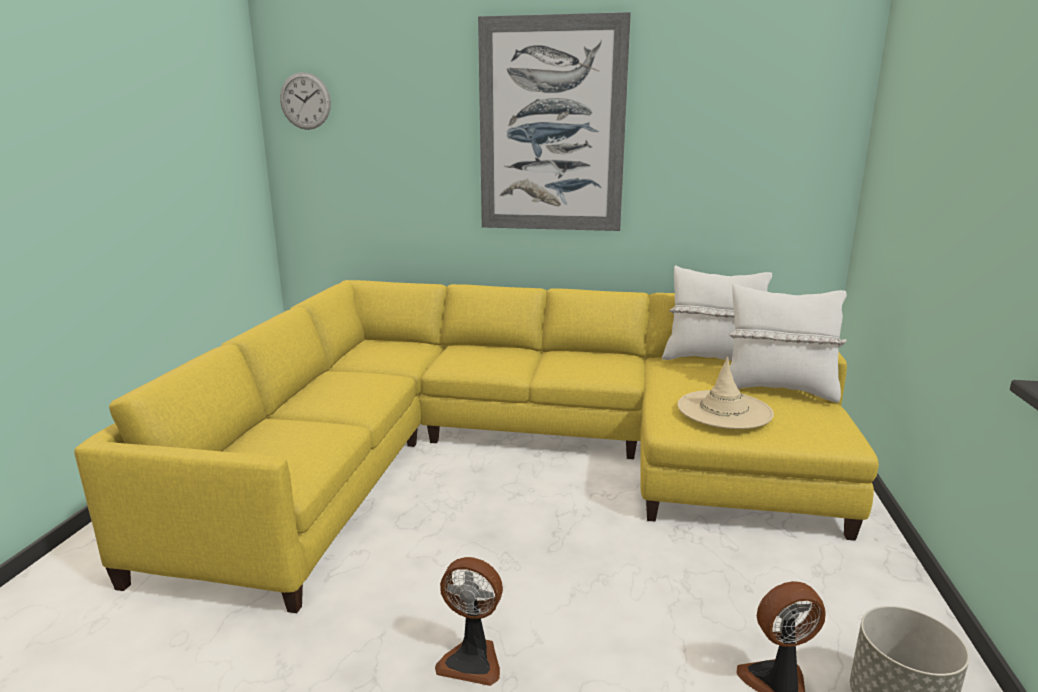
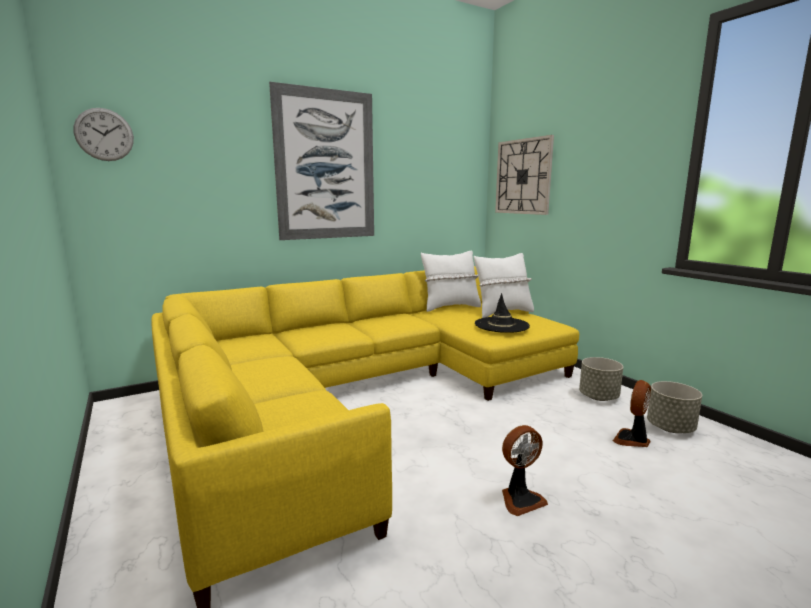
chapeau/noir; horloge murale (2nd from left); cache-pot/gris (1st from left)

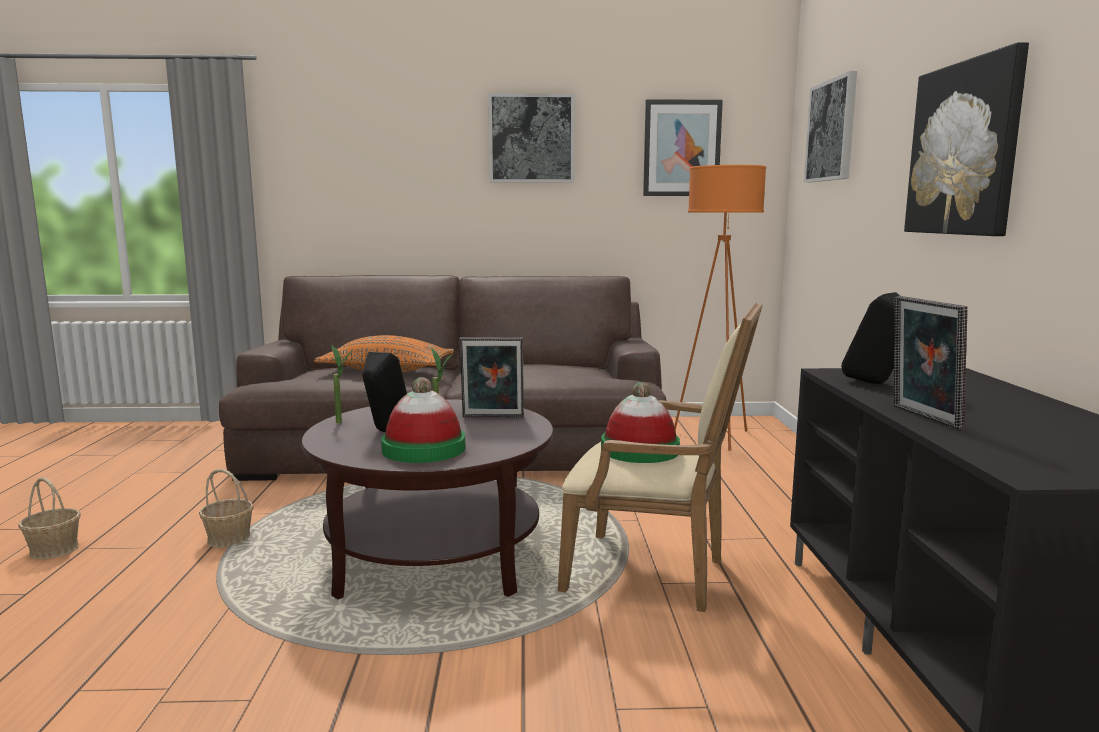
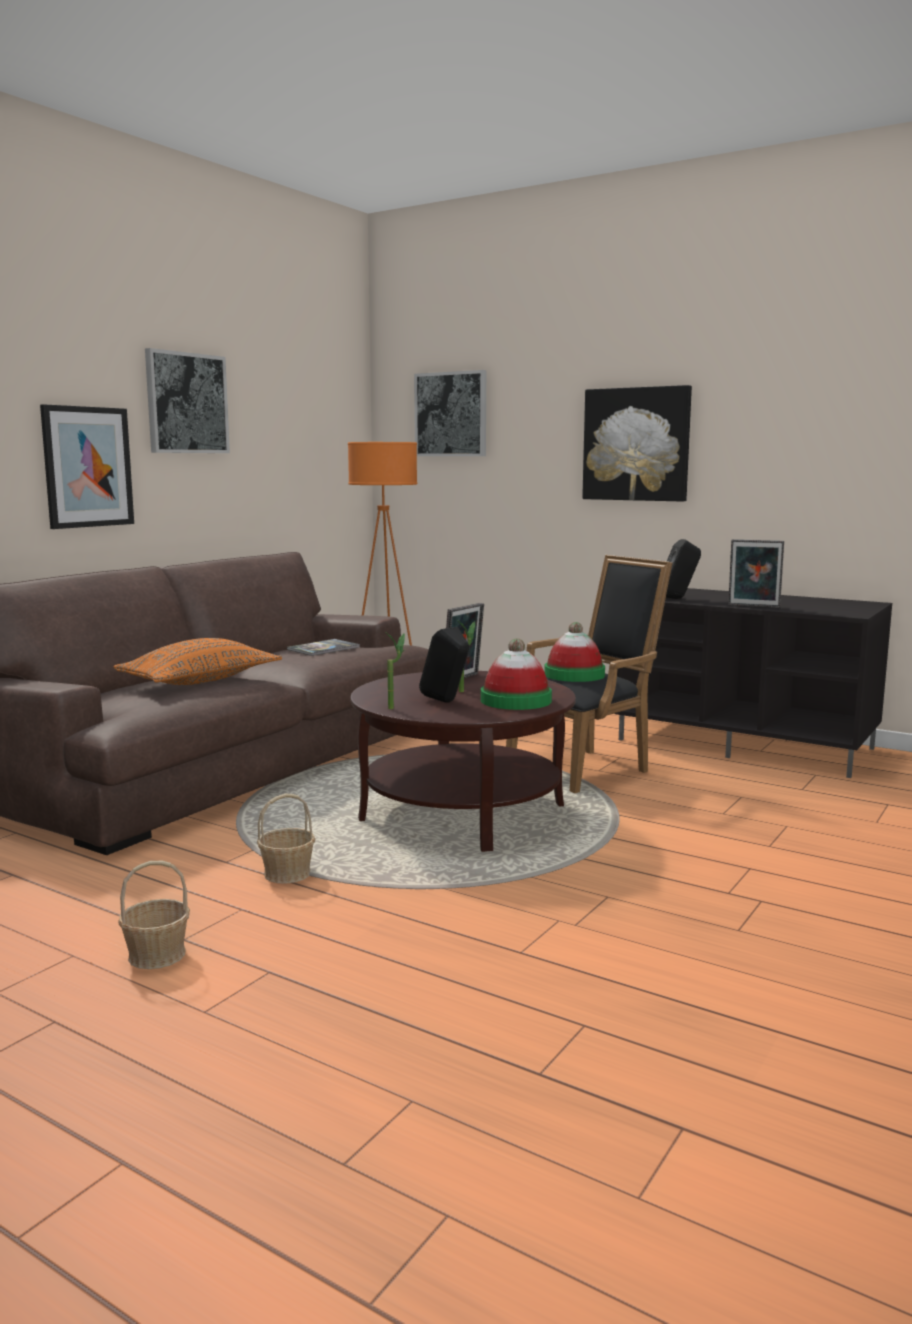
fauteuil/noir; tableau (1st from left); livre

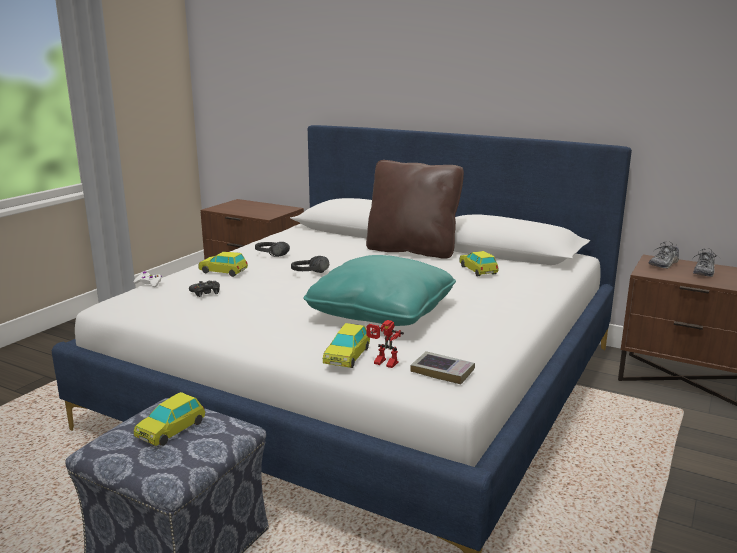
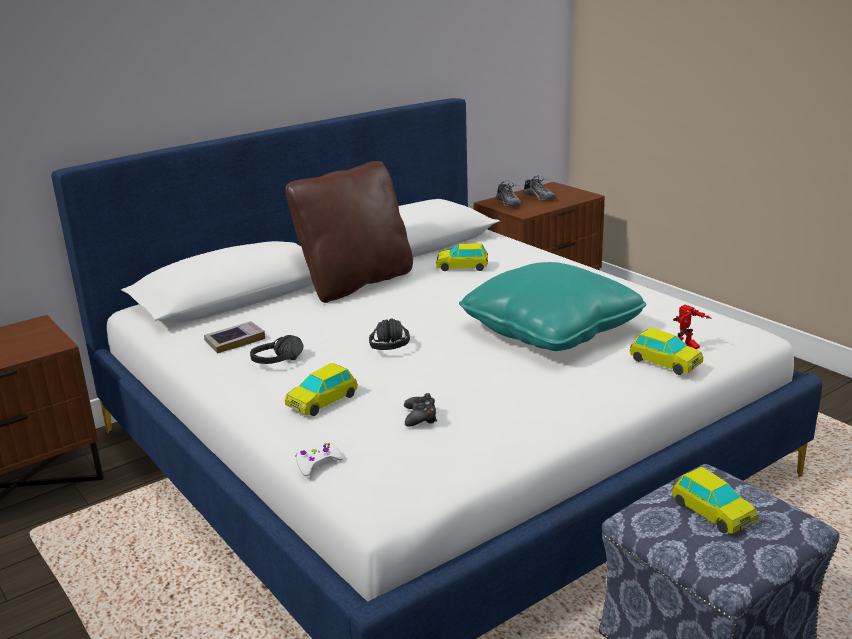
livre

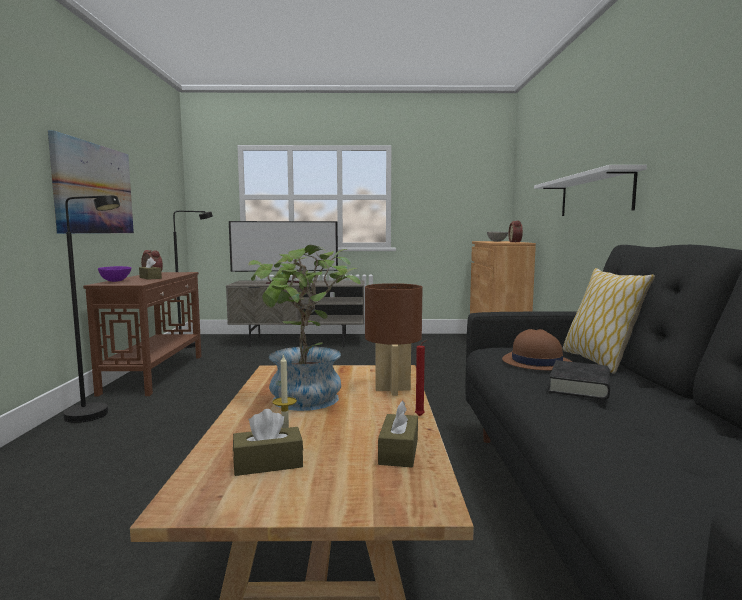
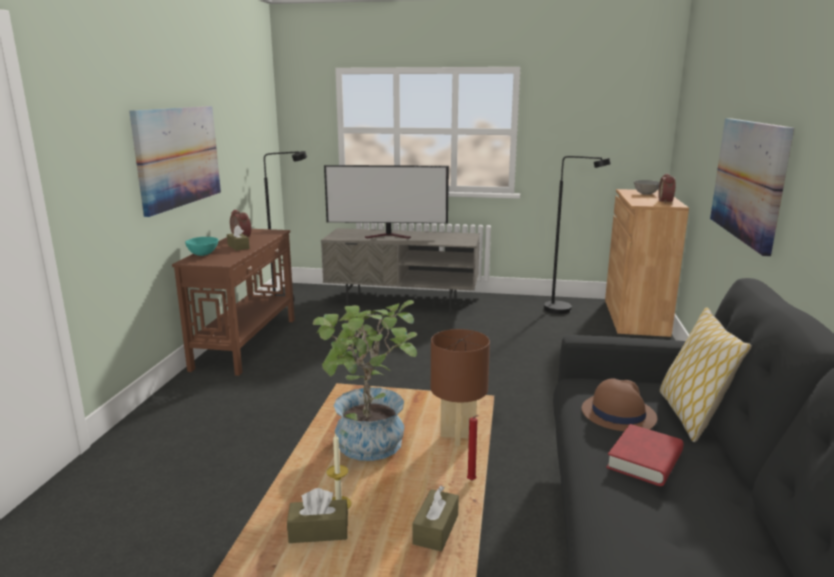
lampadaire/noir (2nd from left); bol/turquoise; tableau (2nd from left); livre/rouge

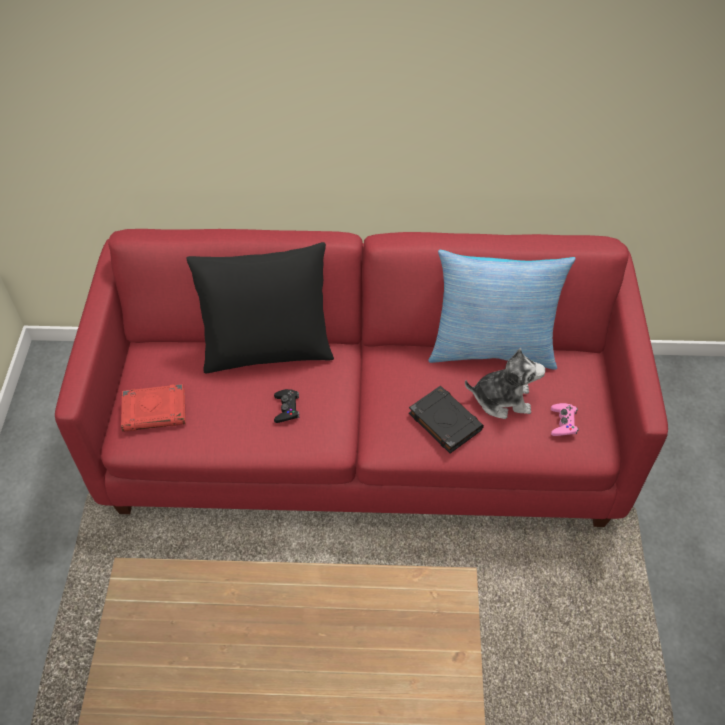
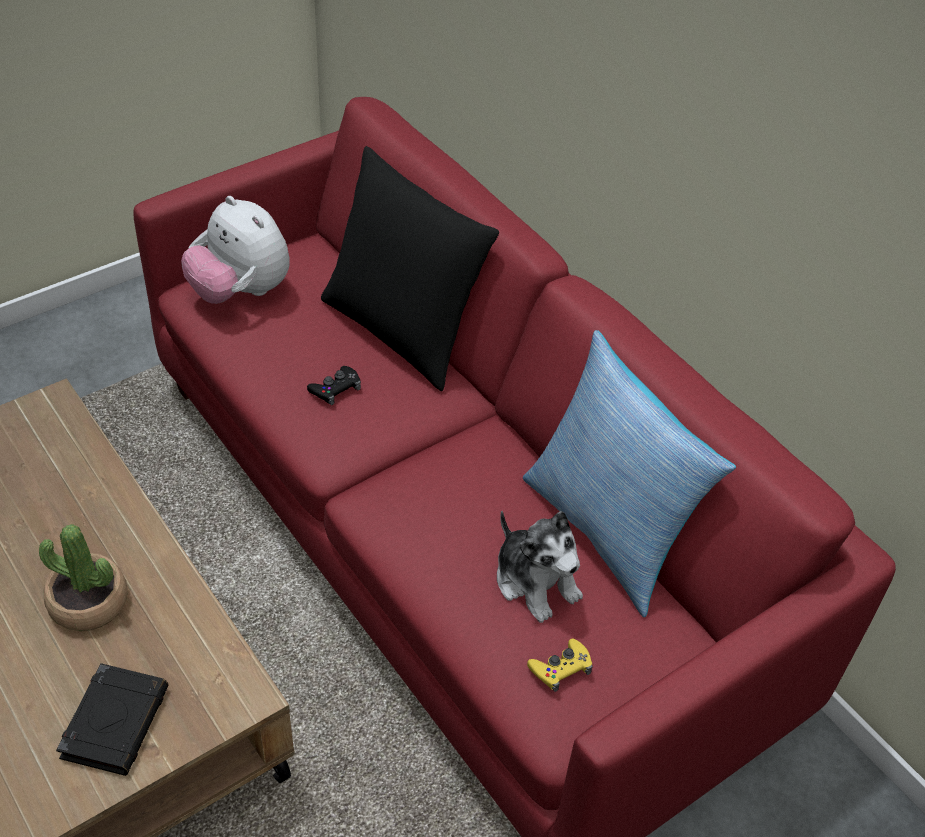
peluche (1st from left); livre/noir; manette/jaune; plante en pot

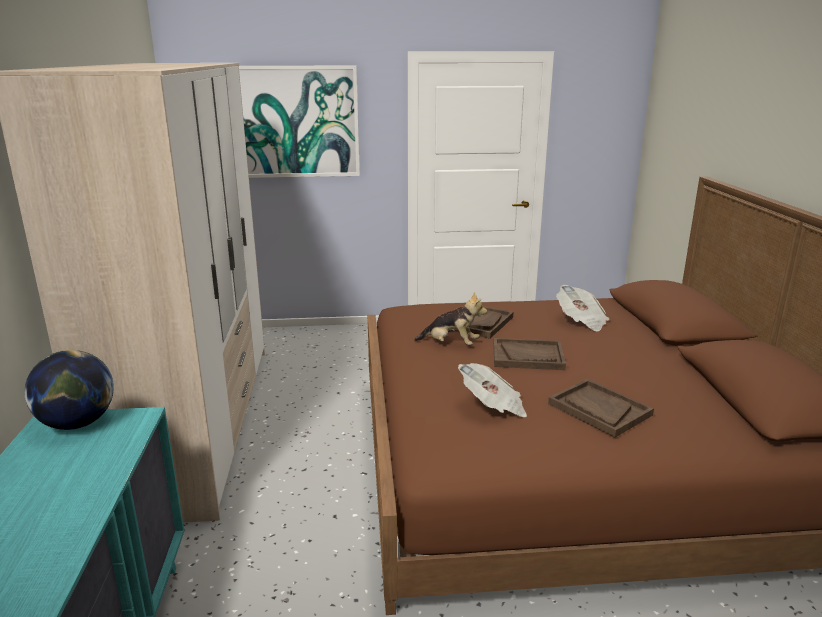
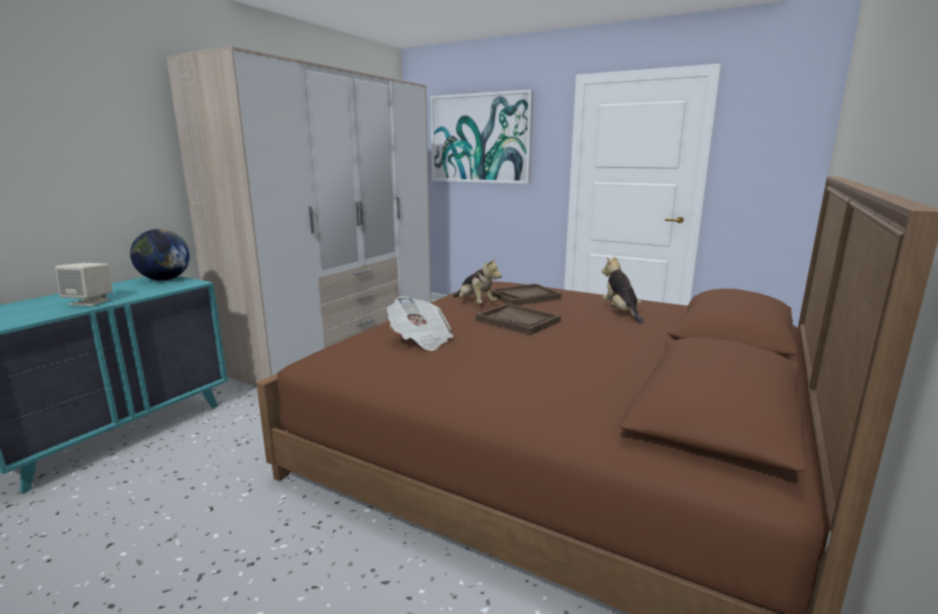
plateau/marron (3rd from left in the first image); peluche (2nd from left); enceinte/beige

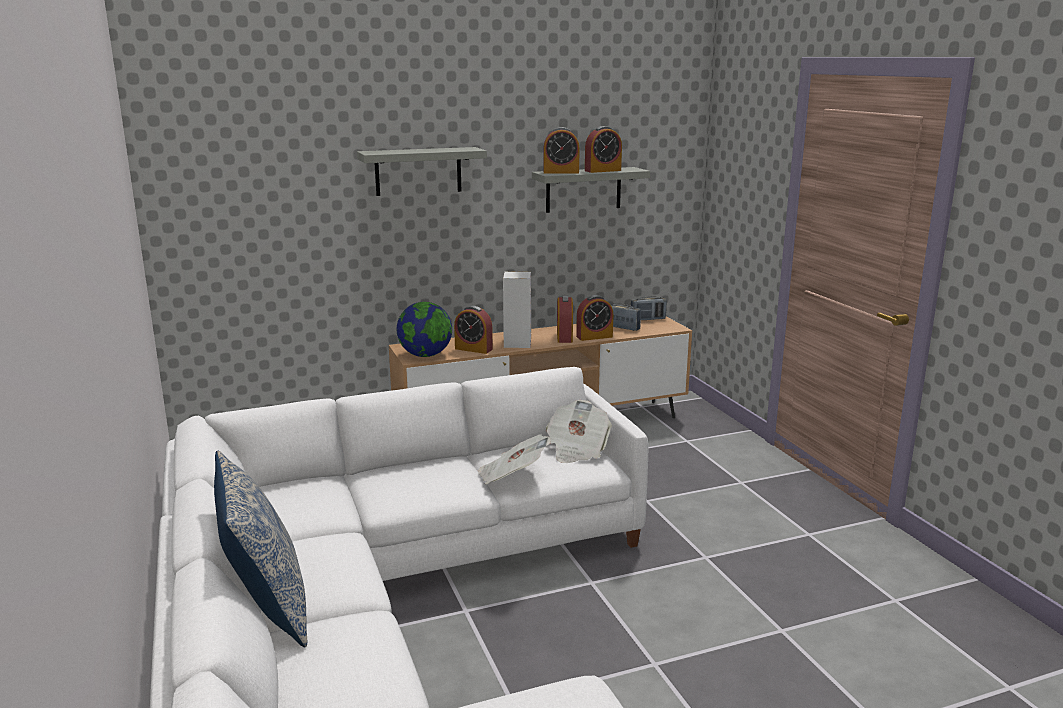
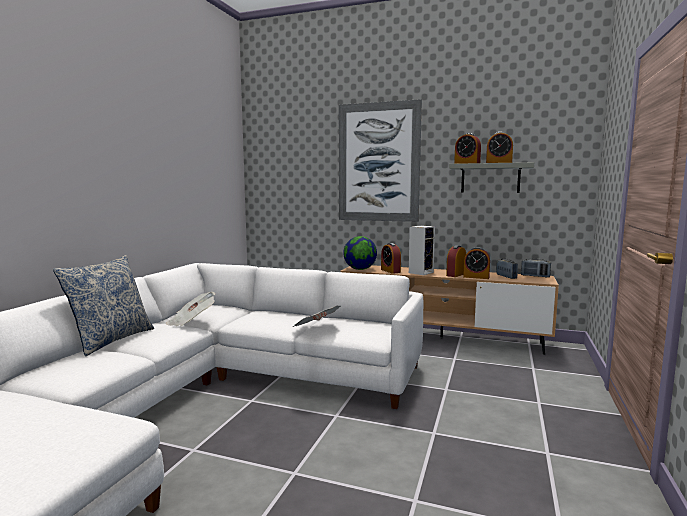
tableau; journal (1st from left)

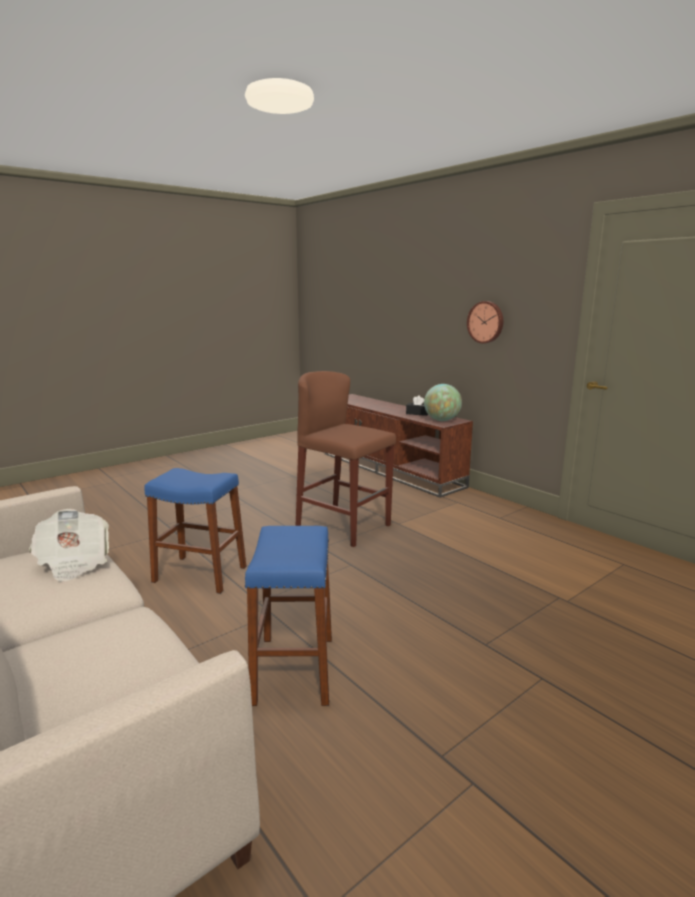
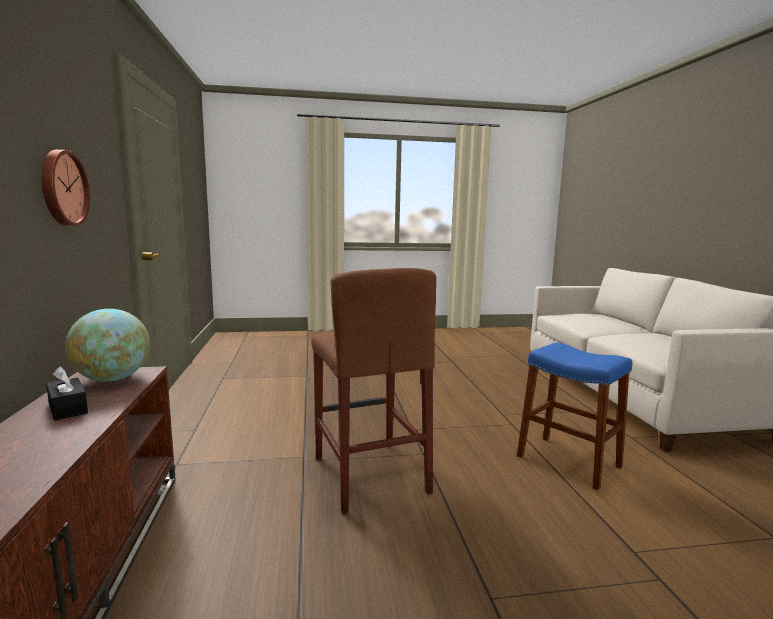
journal; tabouret/bleu (2nd from left in the first image)

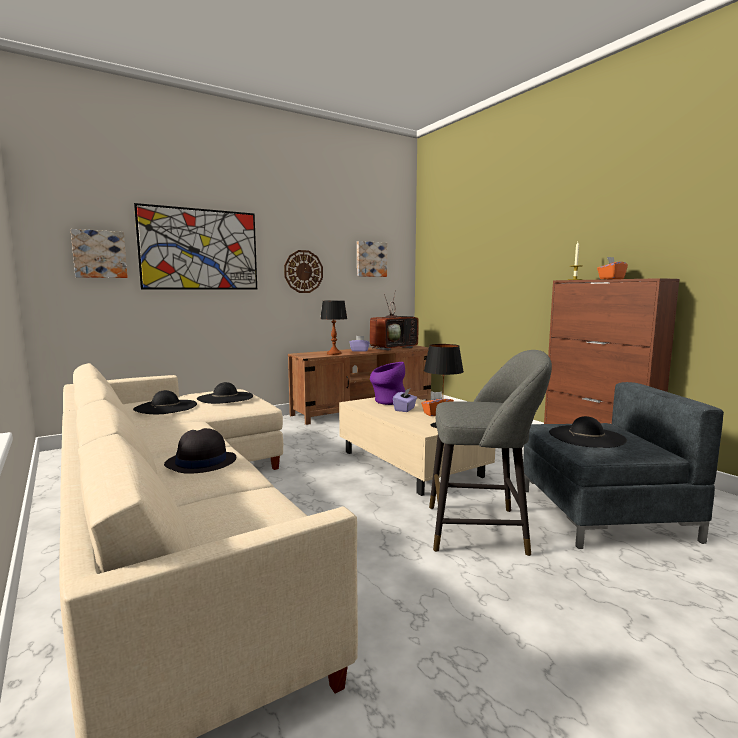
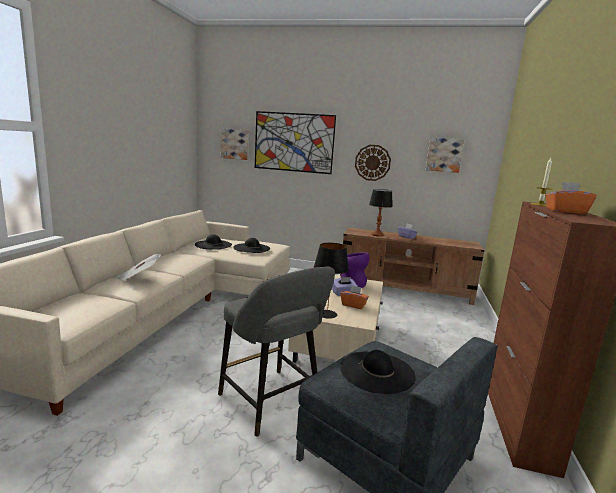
journal; téléviseur

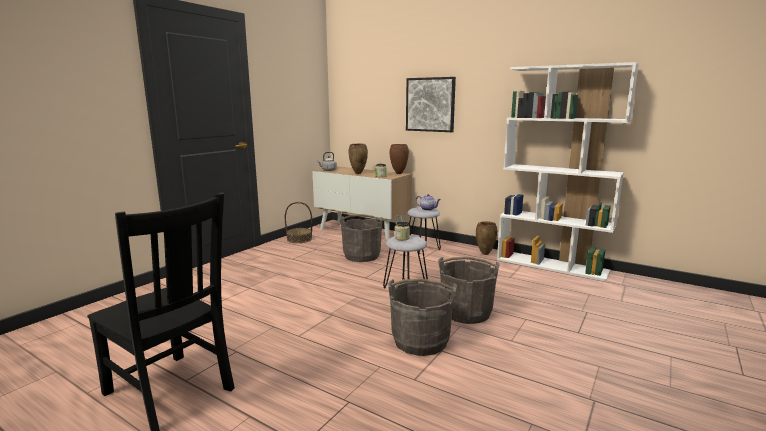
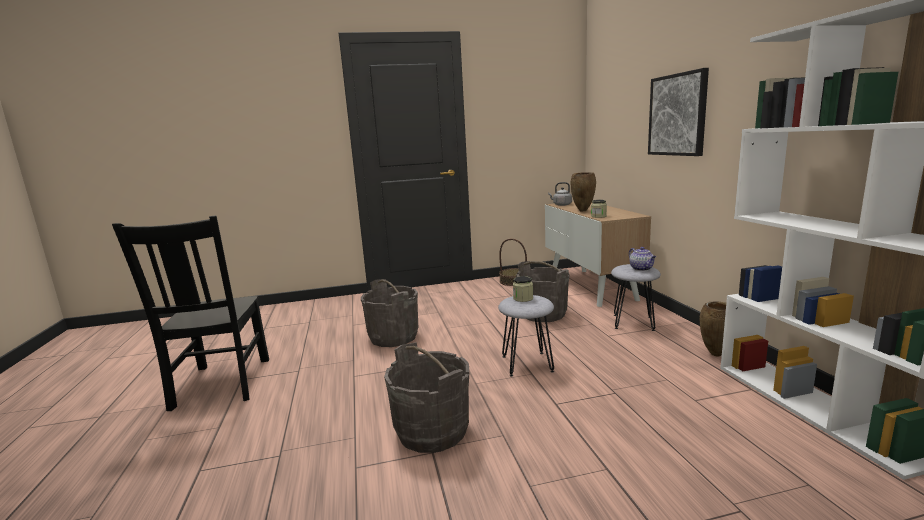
vase/marron (2nd from left in the first image); seau/gris (1st from left)

